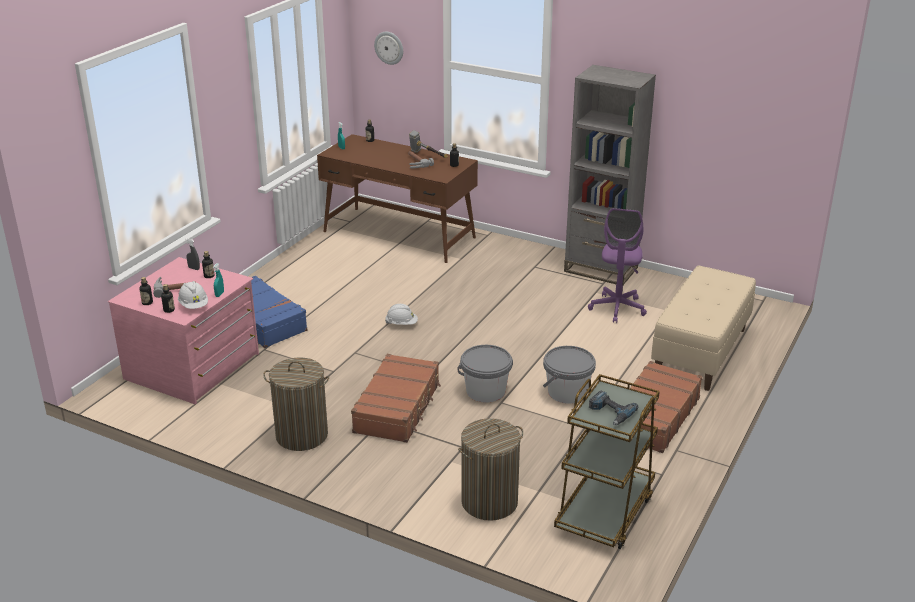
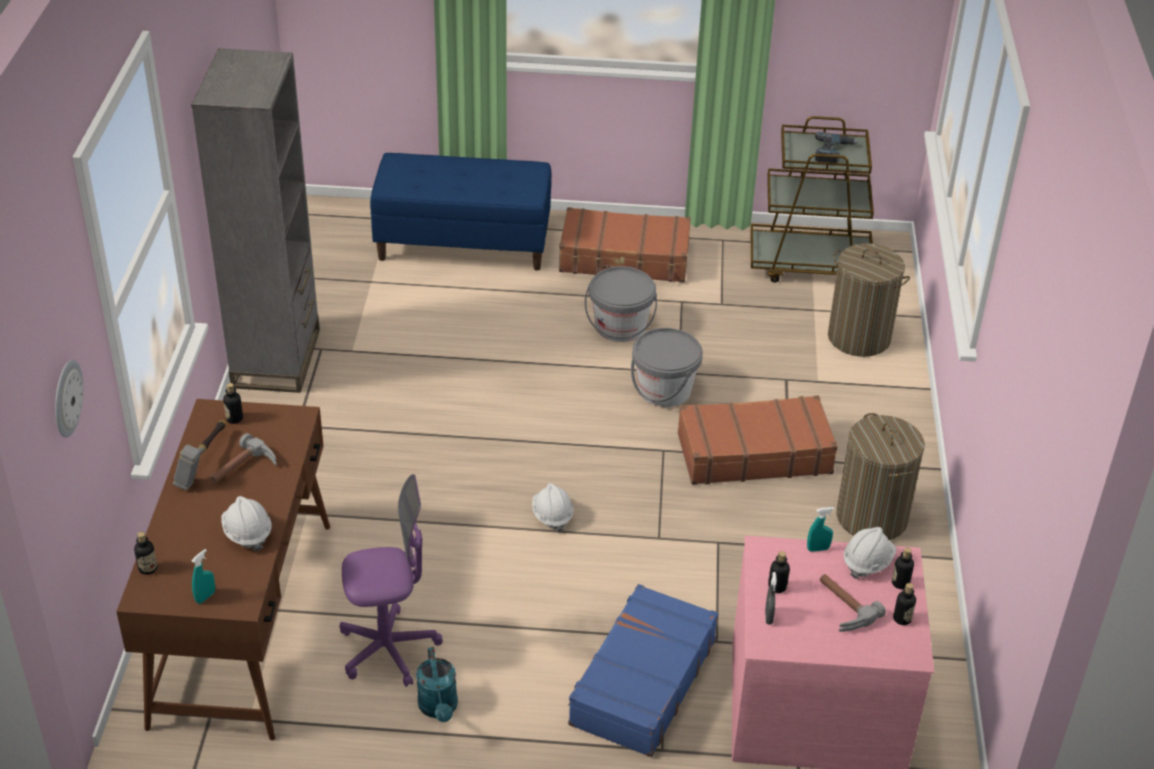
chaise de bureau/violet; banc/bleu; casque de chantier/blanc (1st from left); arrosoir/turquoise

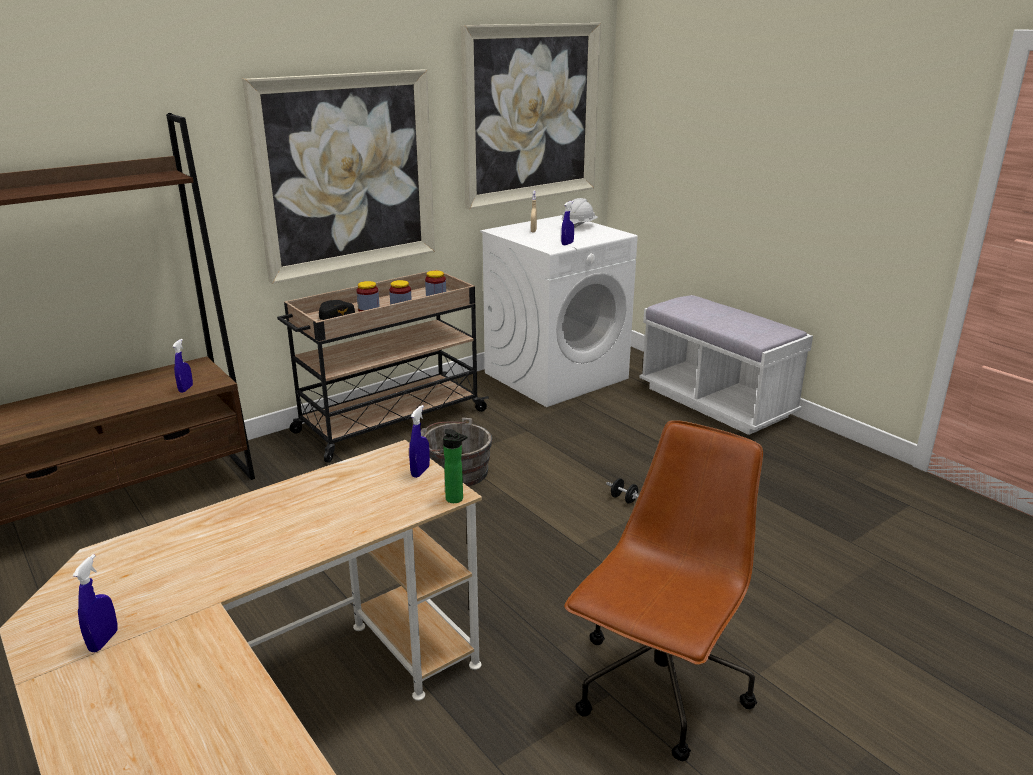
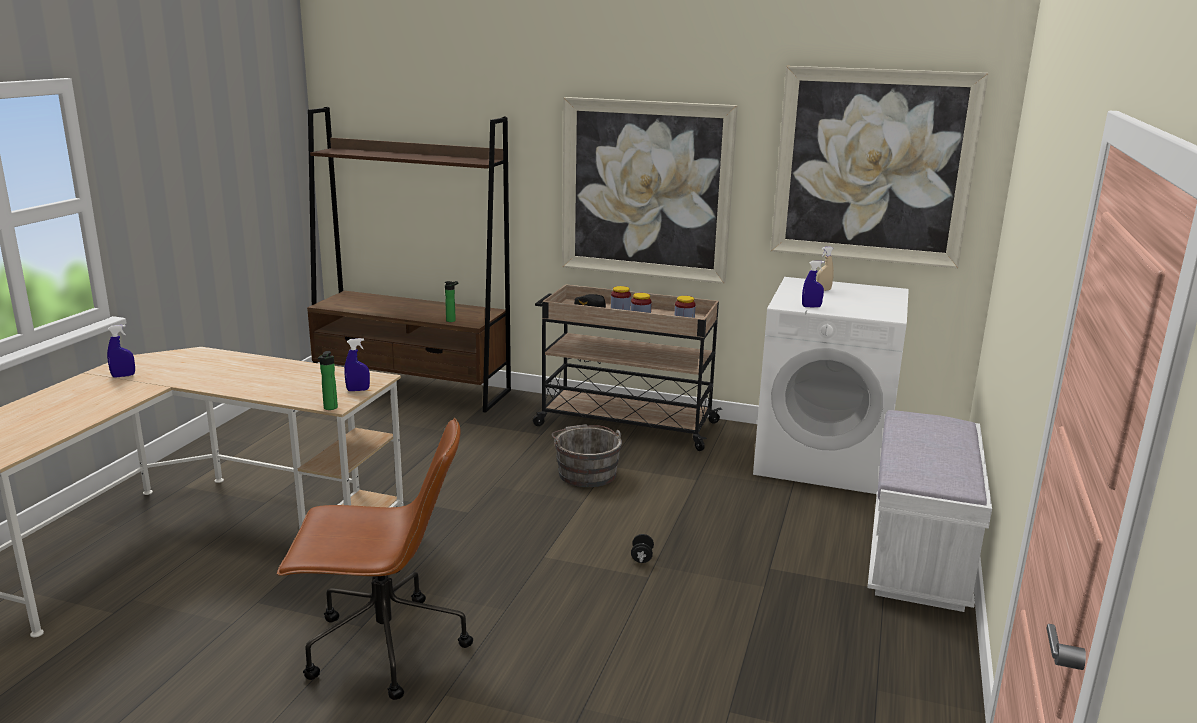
bouteille (2nd from left); casque de chantier/blanc

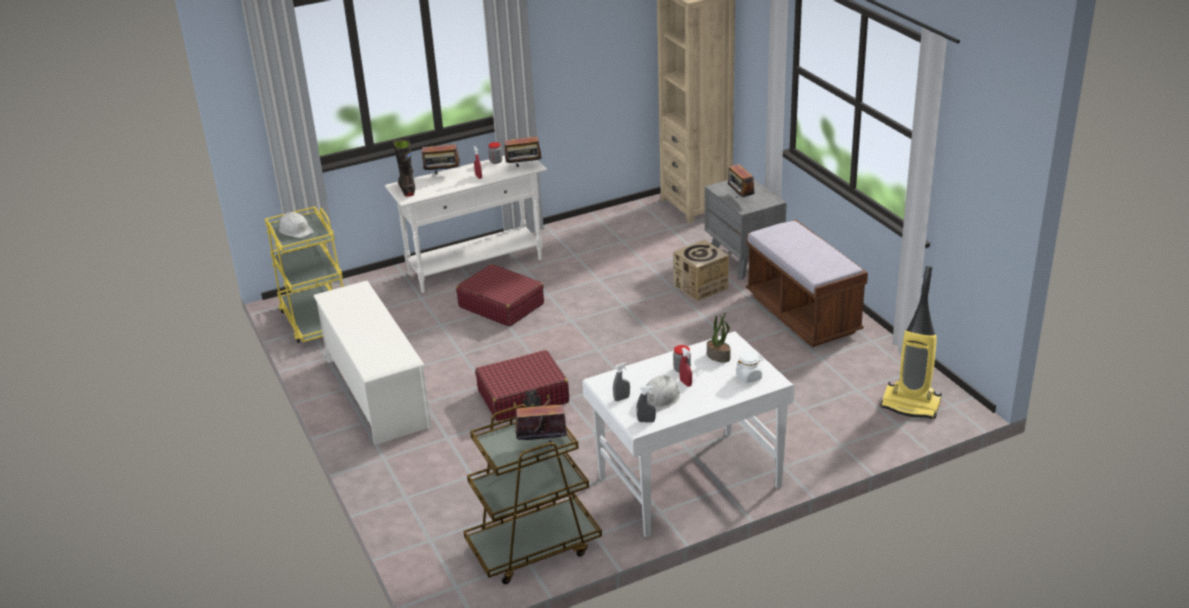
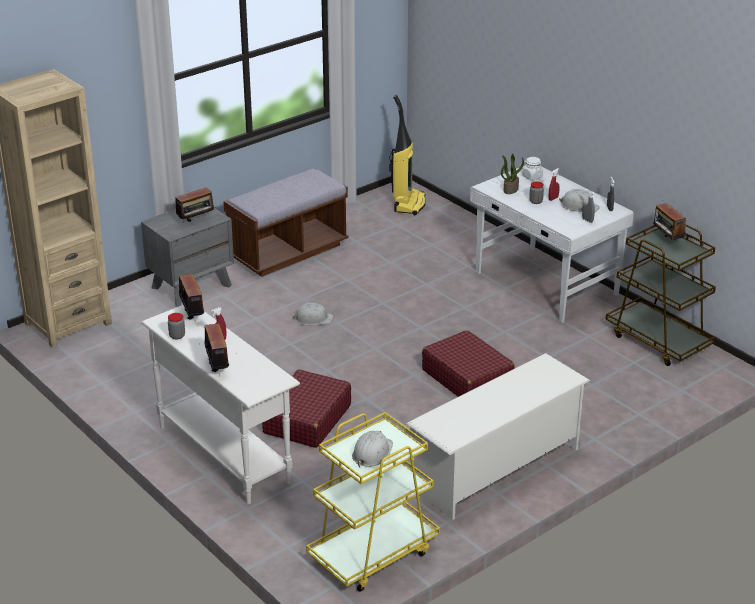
botte/noir; carton; casque de chantier/blanc (1st from left)

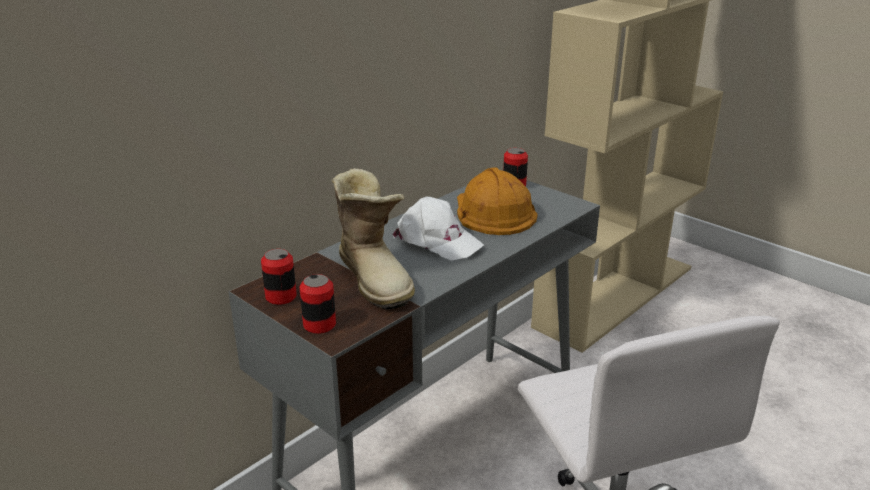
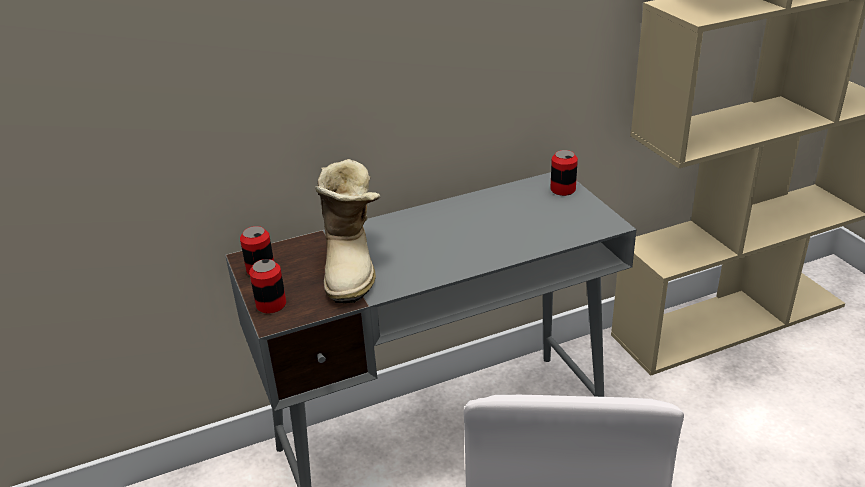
casquette/blanc; casque de chantier/orange

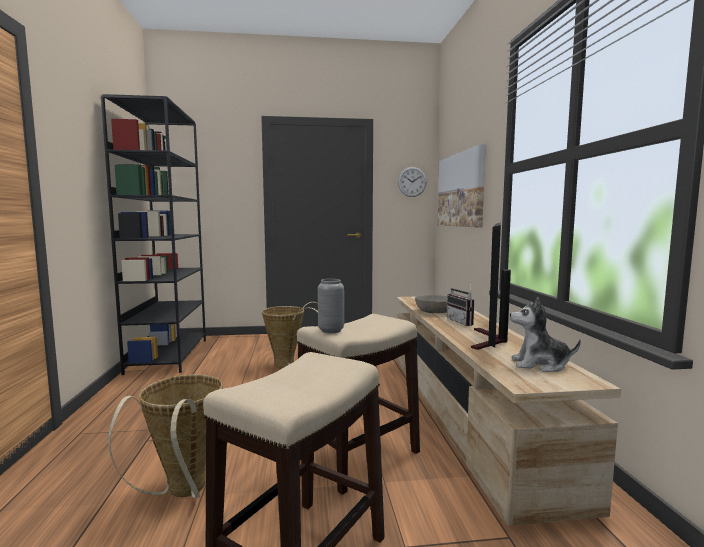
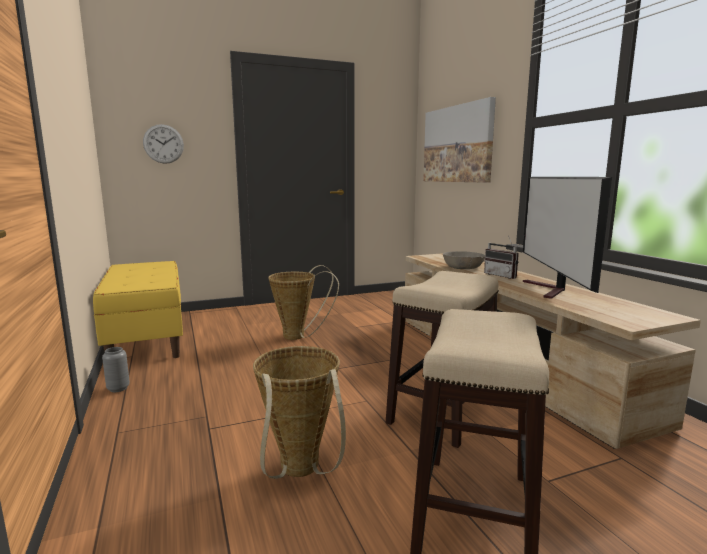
banc/jaune; vase/gris; horloge murale; peluche

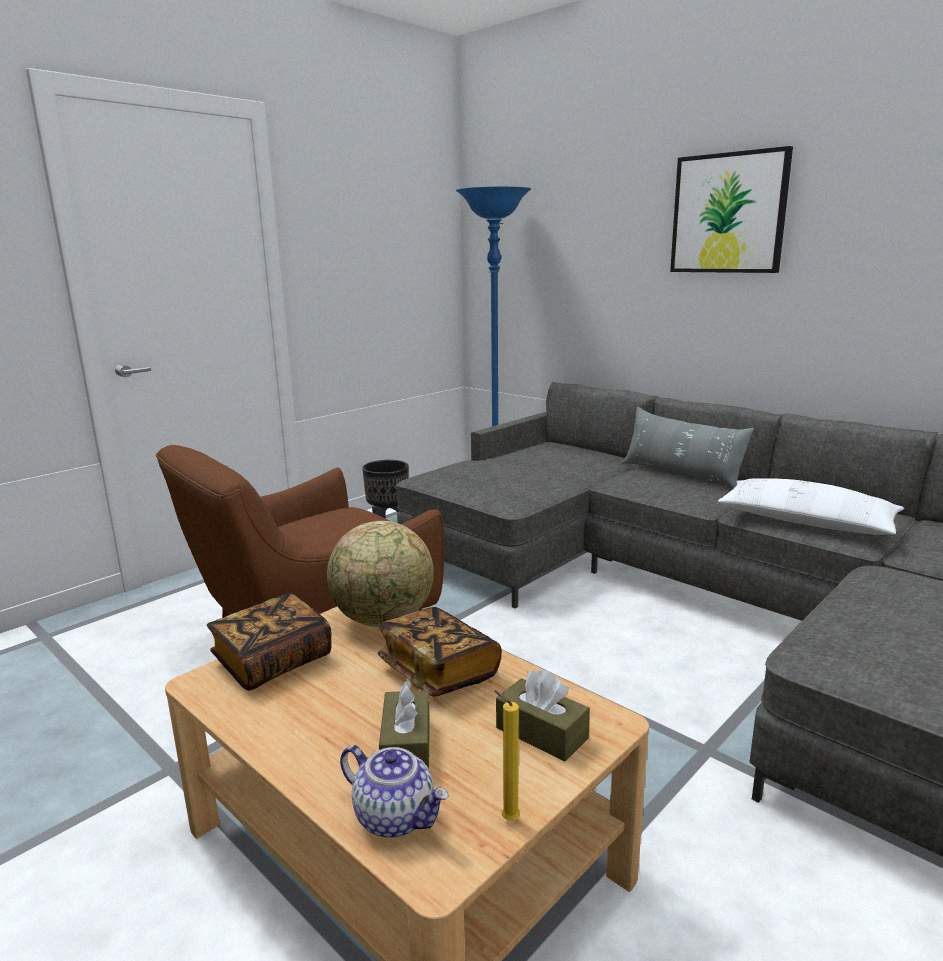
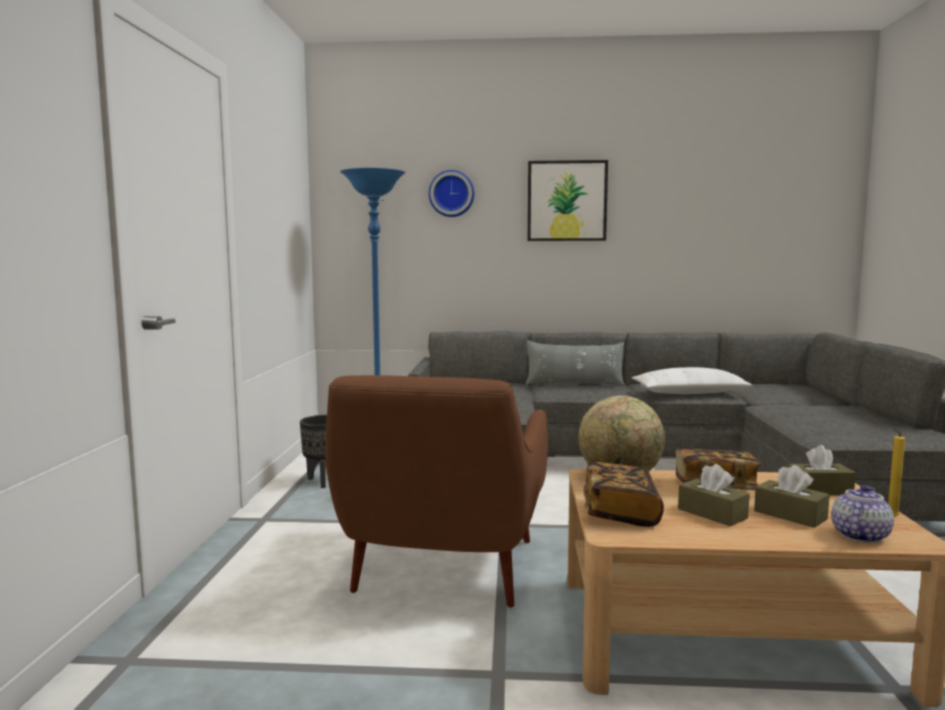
théière; horloge murale; boîte à mouchoirs/marron (1st from left)

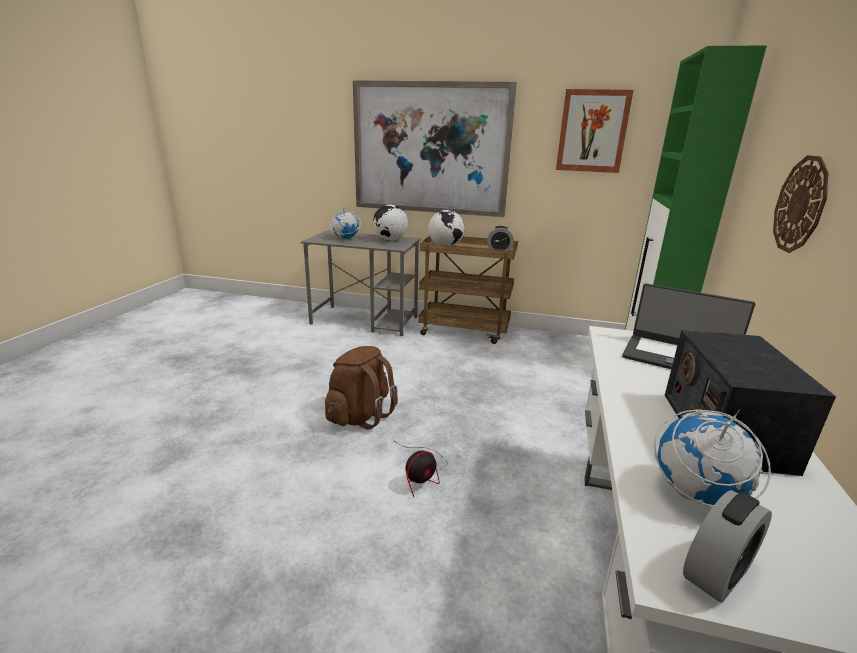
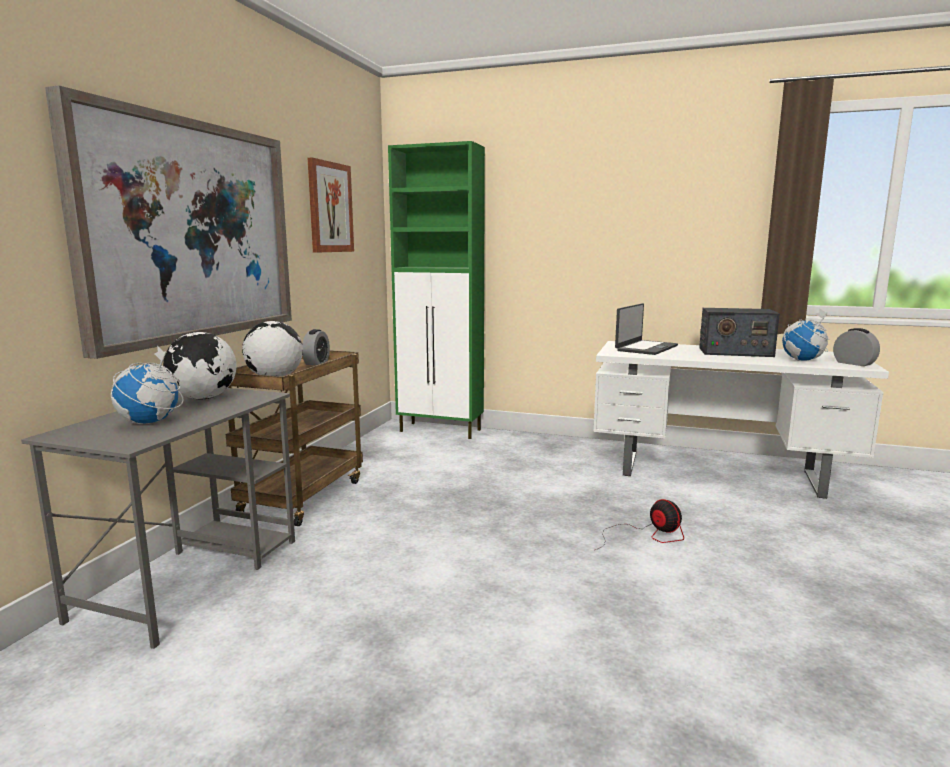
sac à dos/marron; horloge murale

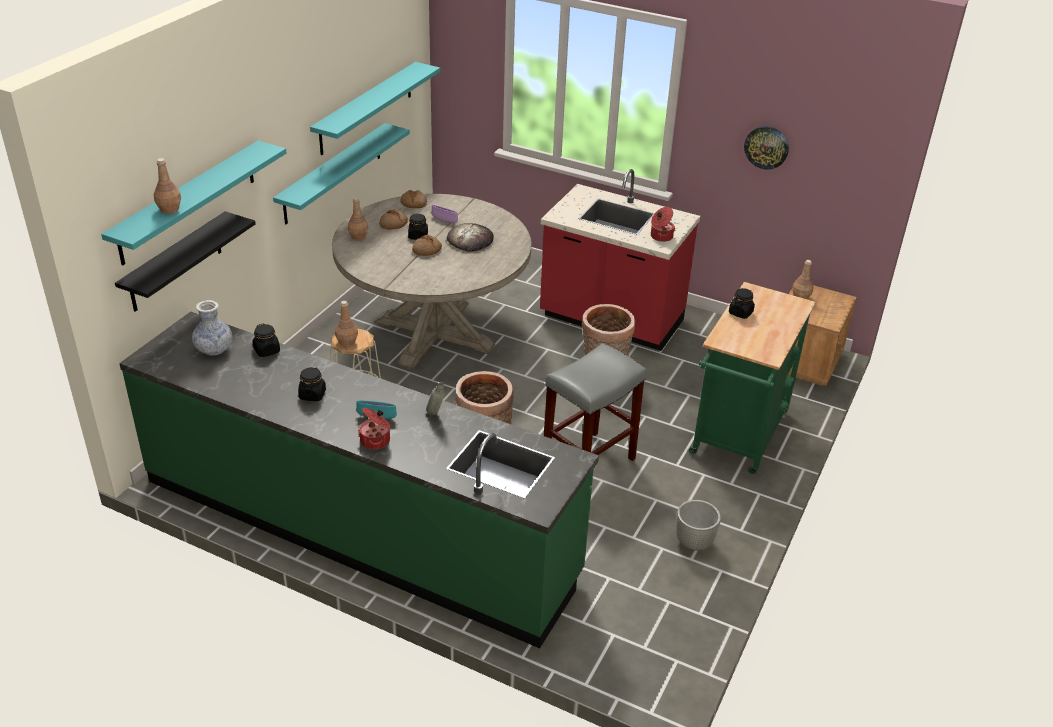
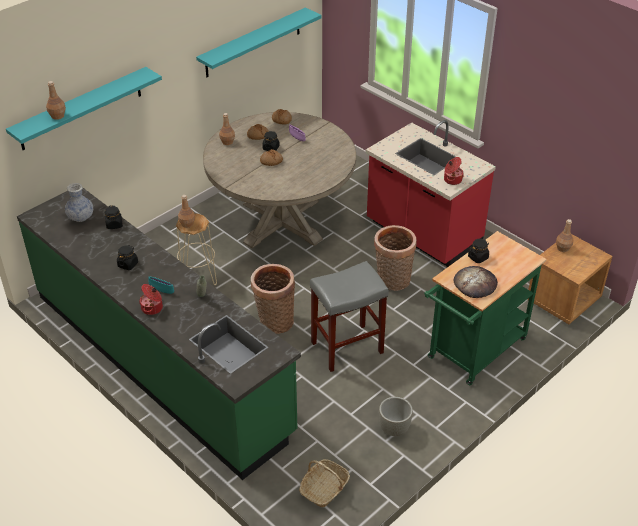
étagère/noir; étagère/turquoise (2nd from left in the first image); pain (4th from left); horloge murale; panier (2nd from left)

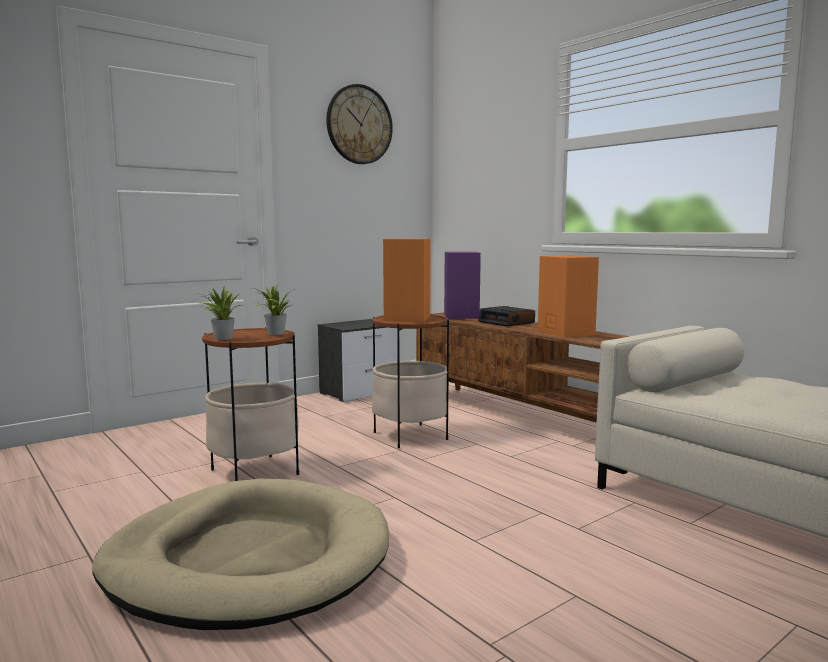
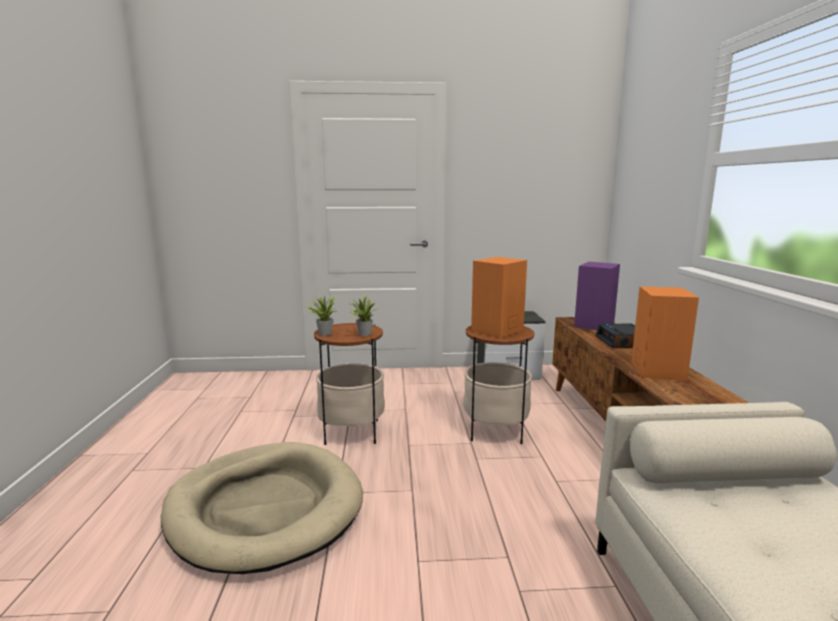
horloge murale

